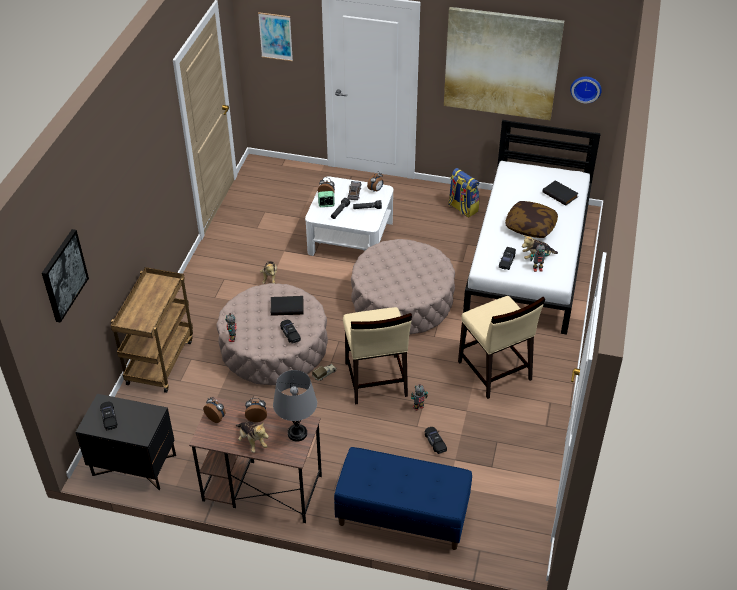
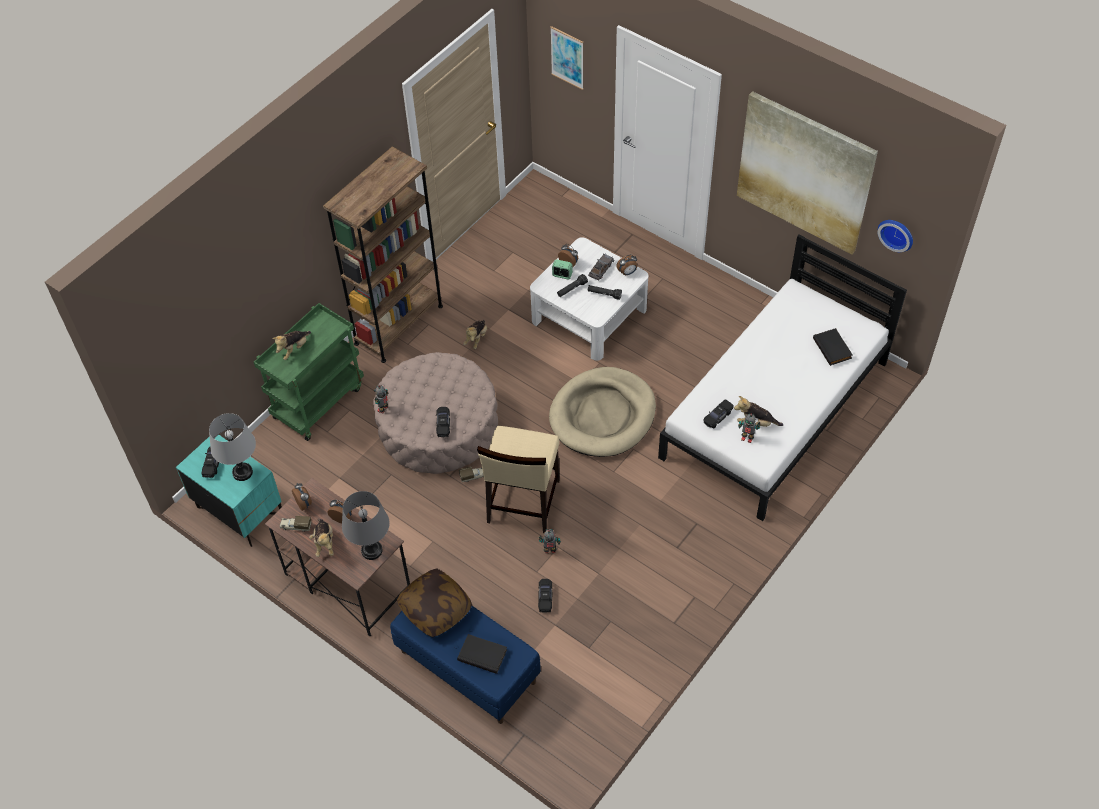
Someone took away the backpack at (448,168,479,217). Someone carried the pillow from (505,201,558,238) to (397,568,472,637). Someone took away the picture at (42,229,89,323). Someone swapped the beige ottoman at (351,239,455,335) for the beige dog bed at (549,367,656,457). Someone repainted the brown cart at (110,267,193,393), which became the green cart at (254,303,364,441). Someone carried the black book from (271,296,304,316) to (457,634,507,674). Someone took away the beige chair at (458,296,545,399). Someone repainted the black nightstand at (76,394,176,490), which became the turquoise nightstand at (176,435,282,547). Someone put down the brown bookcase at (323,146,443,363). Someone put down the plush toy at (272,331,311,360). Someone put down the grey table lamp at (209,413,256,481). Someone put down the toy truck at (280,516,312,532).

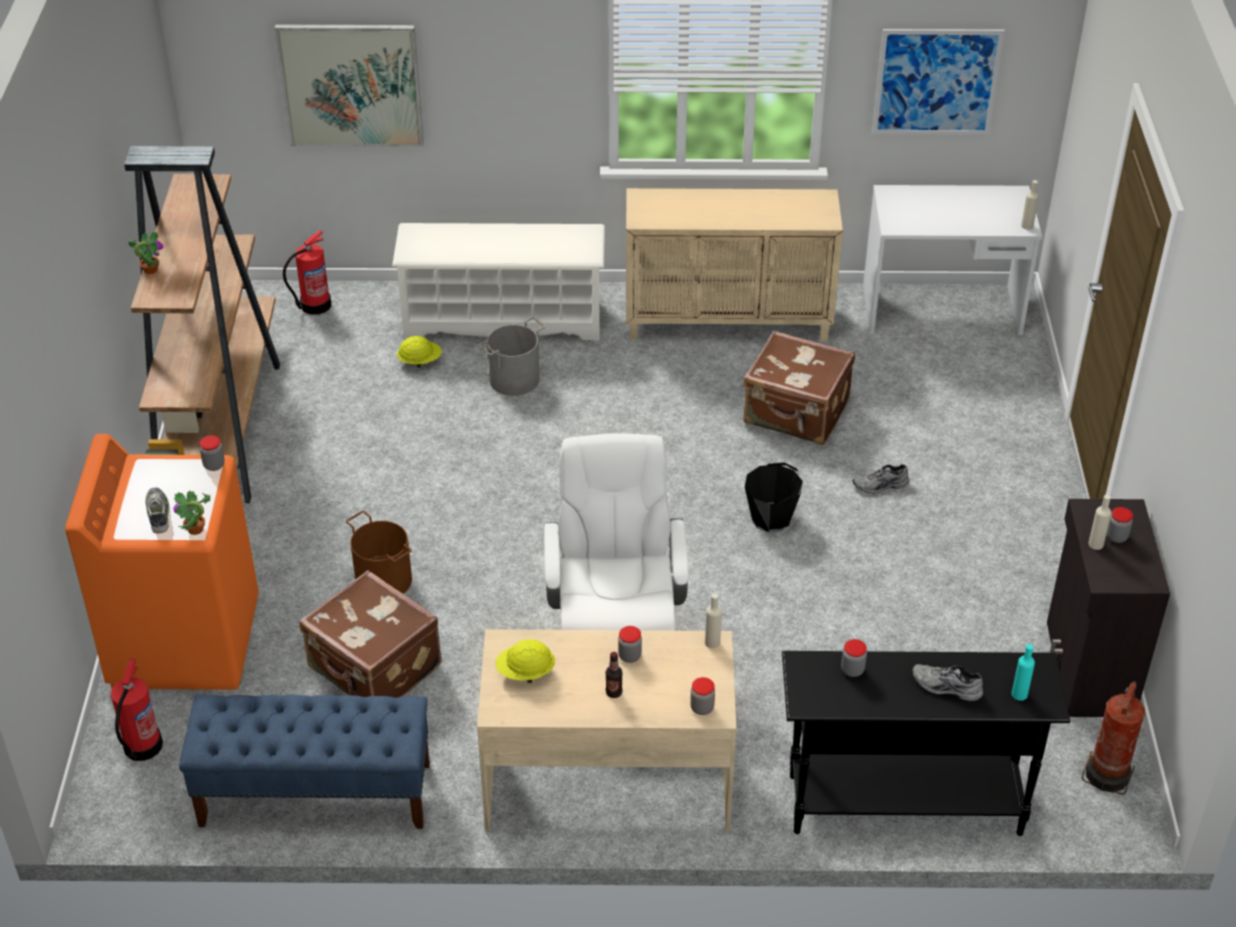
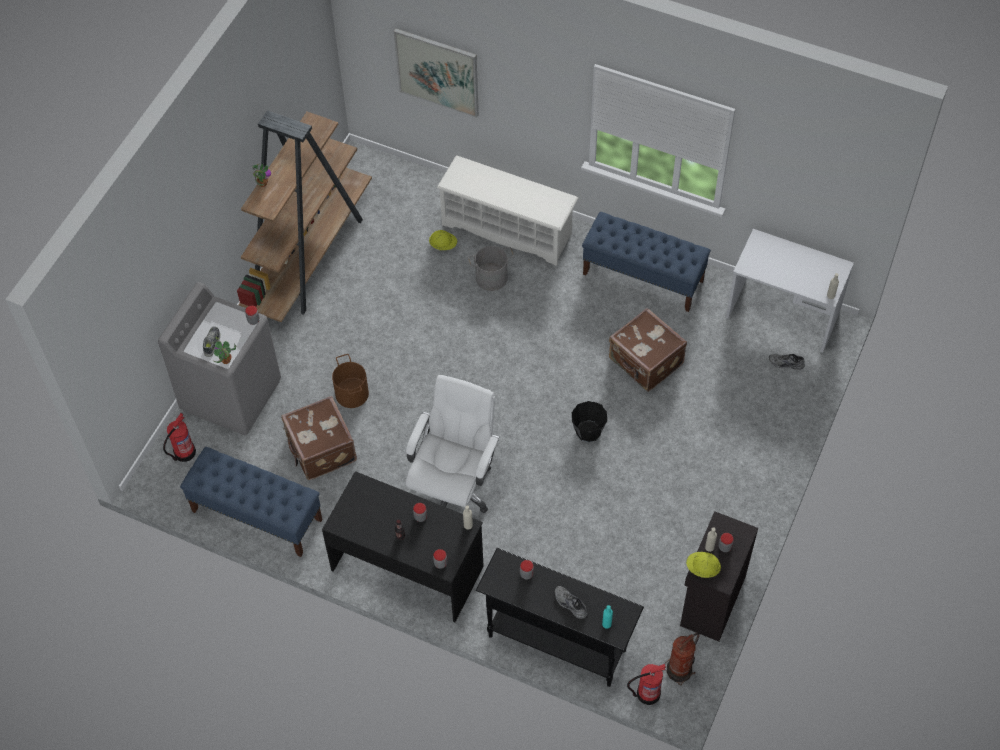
Someone took away the picture at (872,29,1005,134). Someone swapped the beige cabinet at (626,188,843,341) for the blue bench at (582,212,711,312). Someone carried the fire extinguisher from (283,230,331,315) to (627,663,666,705). Someone repainted the orange washing machine at (65,434,259,690), which became the grey washing machine at (158,282,281,435). Someone carried the grey shoe from (852,464,909,494) to (769,354,805,370). Someone repainted the beige desk at (477,629,736,833), which became the black desk at (322,471,484,622). Someone carried the yellow hard hat from (495,639,555,683) to (686,552,721,578).

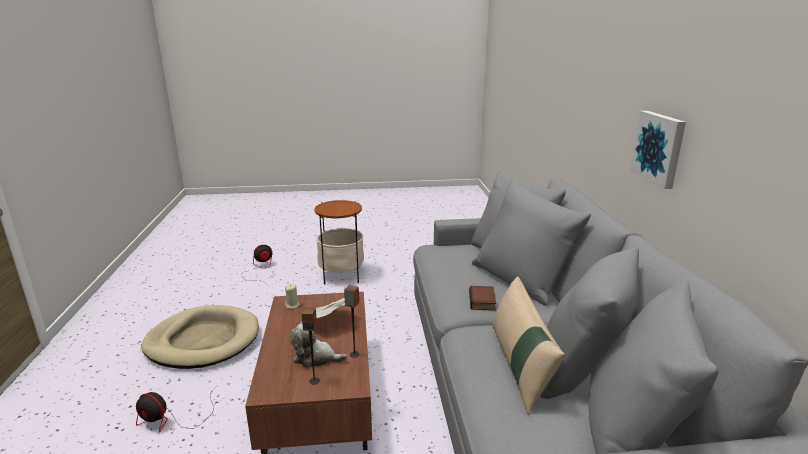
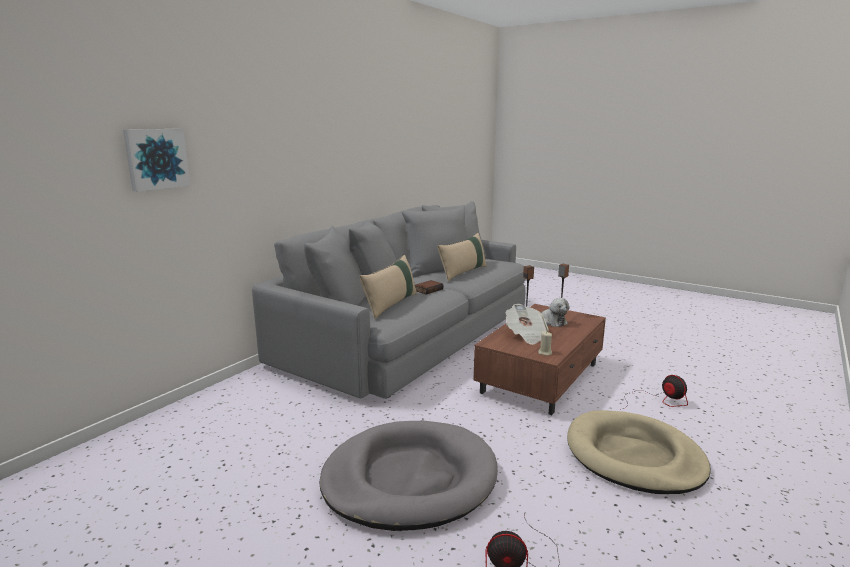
Someone carried the picture from (630,111,686,189) to (123,129,190,192). Someone swapped the side table at (314,200,364,284) for the grey dog bed at (319,421,498,531). Someone put down the beige pillow at (360,255,417,319).

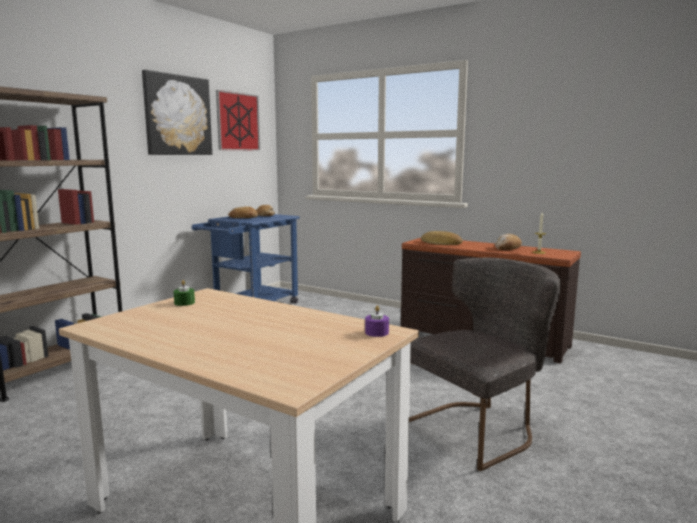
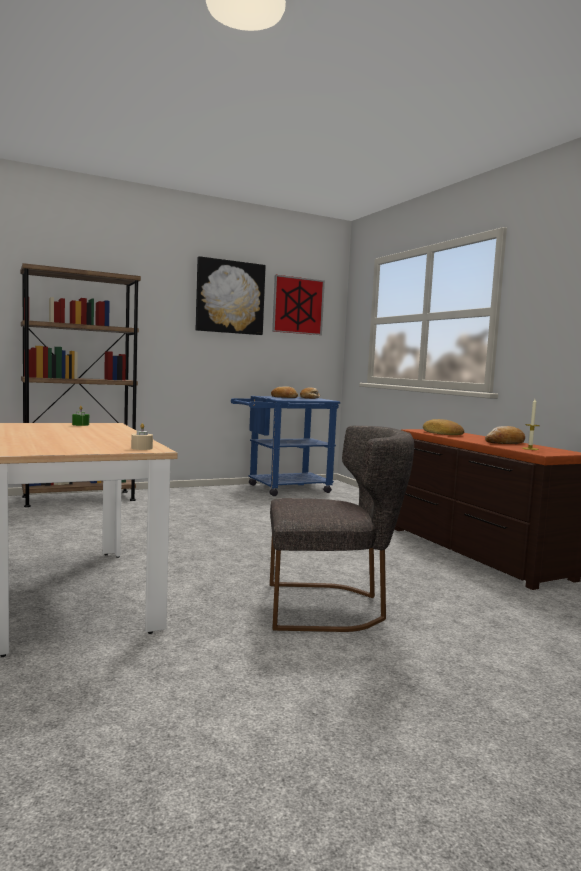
Someone repainted the purple candle at (365,305,389,337), which became the beige candle at (131,423,153,450).

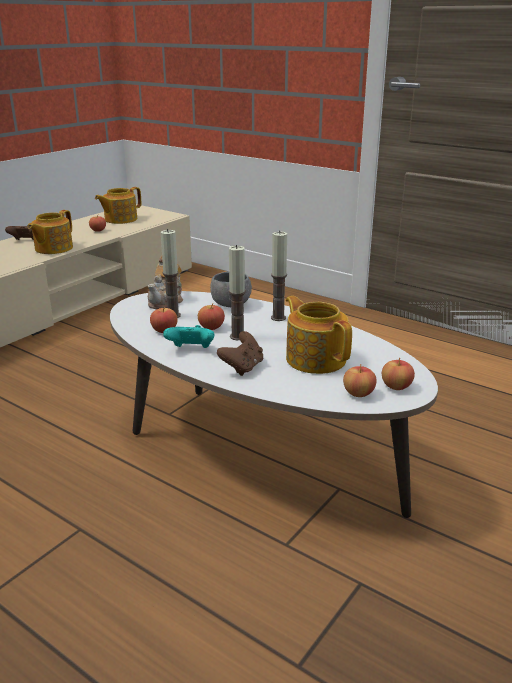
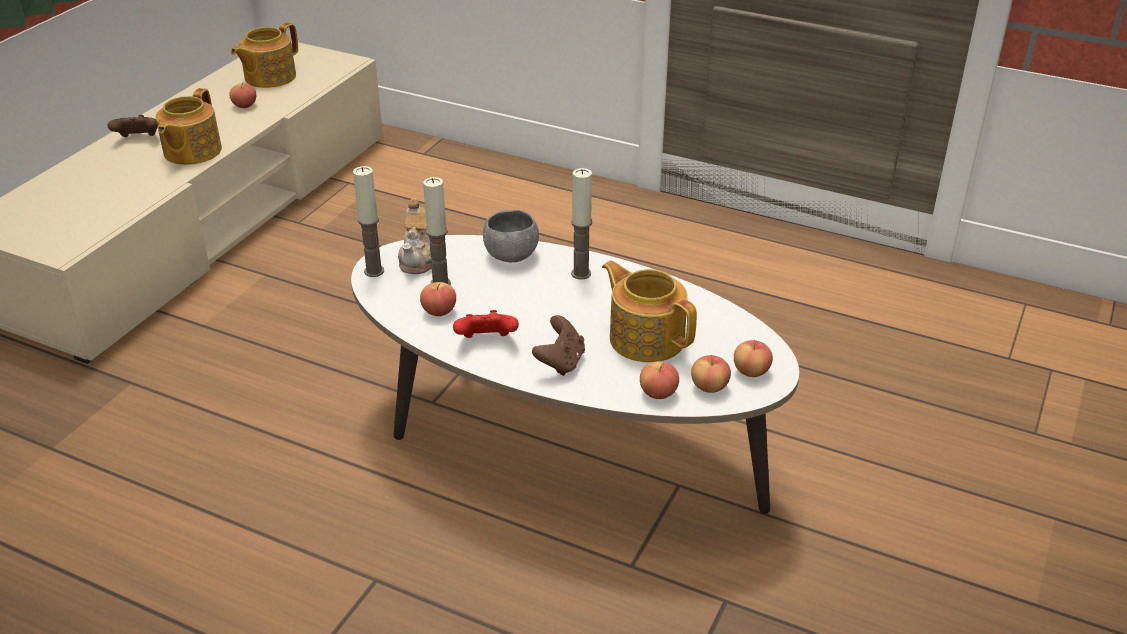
Someone carried the candle from (229,245,246,340) to (353,166,384,277). Someone carried the apple from (198,303,225,330) to (640,361,679,399). Someone repainted the turquoise game controller at (163,325,215,348), which became the red game controller at (453,310,519,338).

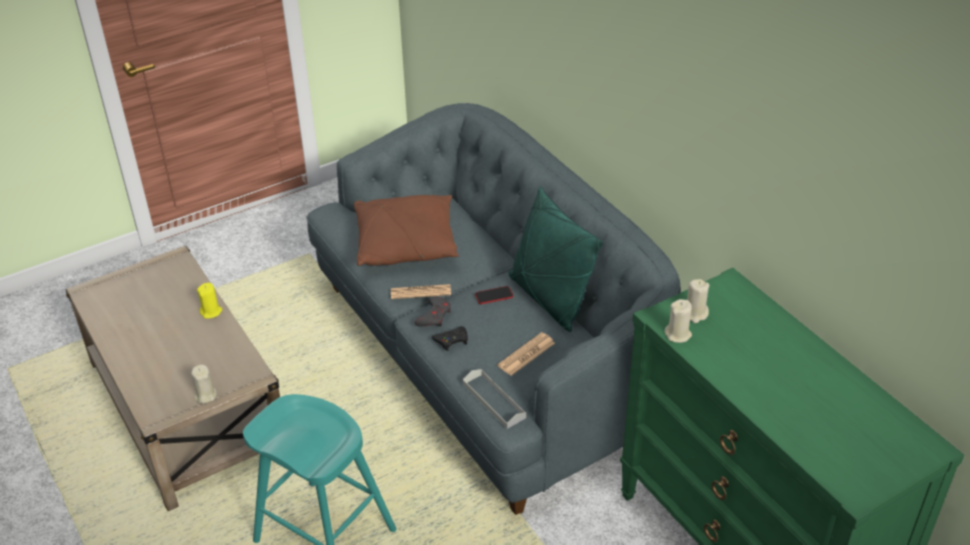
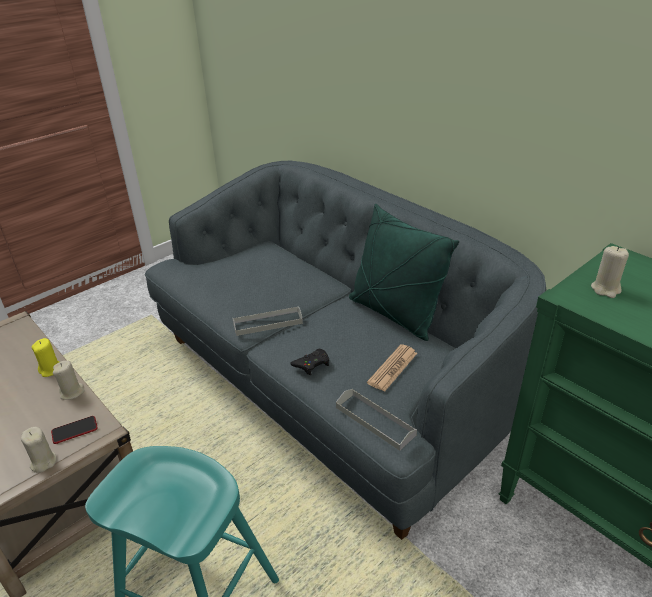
Someone took away the brown pillow at (354,195,459,266). Someone swapped the newspaper at (391,284,451,299) for the grey tray at (233,306,303,336). Someone carried the phone from (475,286,513,304) to (51,416,98,444). Someone took away the grey game controller at (415,296,451,327). Someone carried the beige candle from (665,299,692,343) to (53,361,84,400).

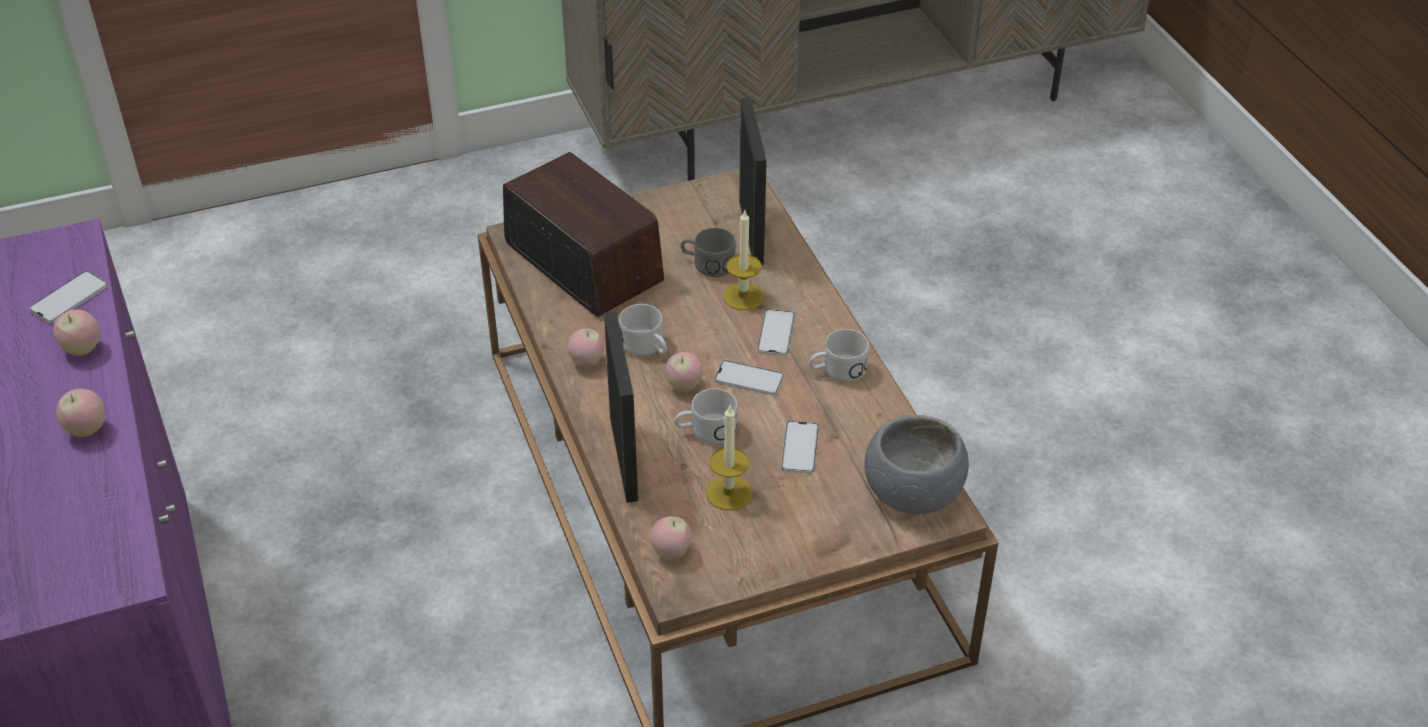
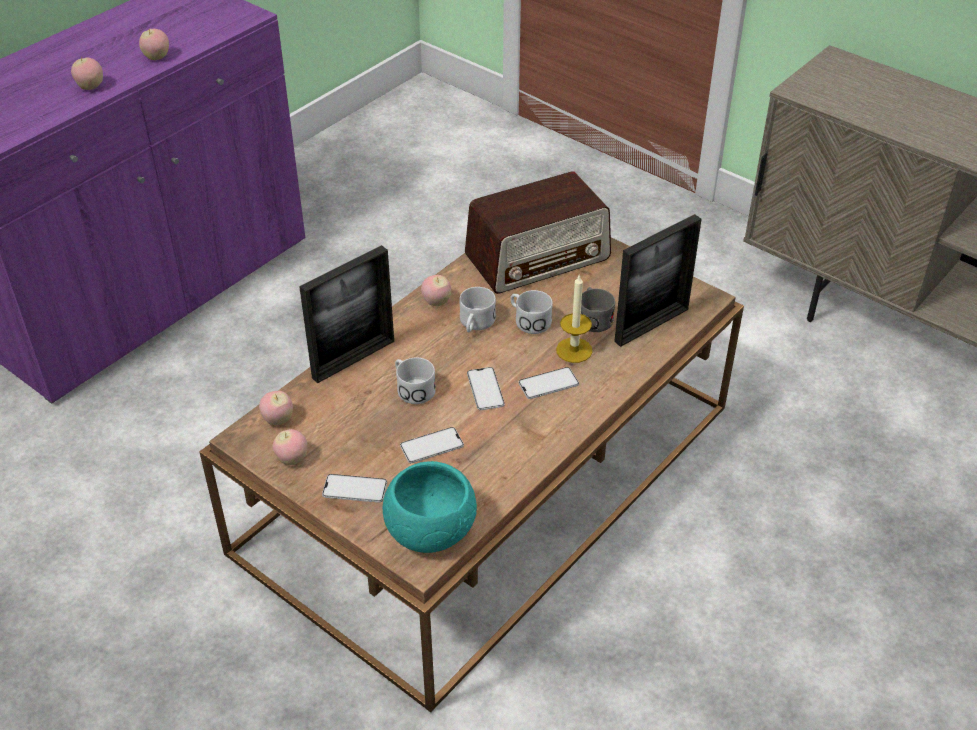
Someone rotated the radio at (503,152,664,317) by 45 degrees clockwise. Someone carried the phone from (29,271,108,323) to (322,474,387,503). Someone carried the white mug from (809,329,869,382) to (510,290,553,334). Someone carried the apple from (666,352,703,392) to (272,429,307,465). Someone took away the candle at (706,406,752,511). Someone repainted the grey bowl at (864,415,969,514), which became the turquoise bowl at (383,461,477,553).

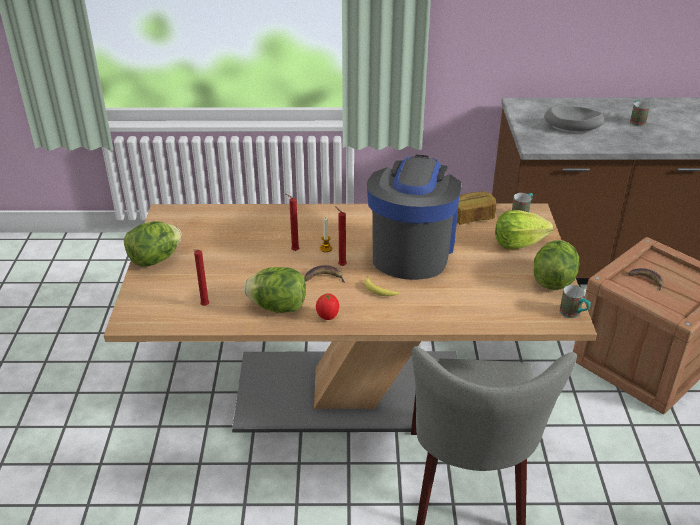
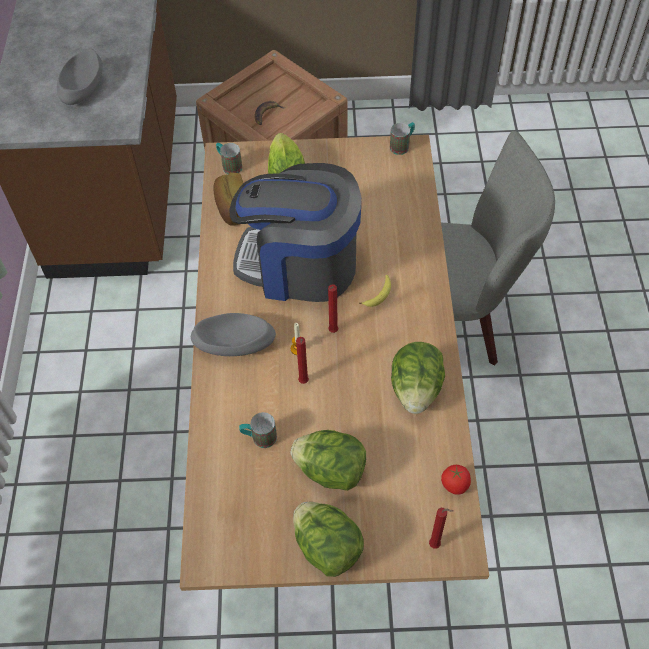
Someone carried the mug from (630,100,650,126) to (239,412,277,448). Someone carried the lettuce from (534,240,580,290) to (291,430,366,491). Someone carried the red candle from (194,249,210,306) to (429,508,454,549). Someone took away the banana at (304,265,345,283). Someone carried the tomato from (316,293,339,320) to (441,465,471,495). Someone put down the grey bowl at (191,313,276,356).

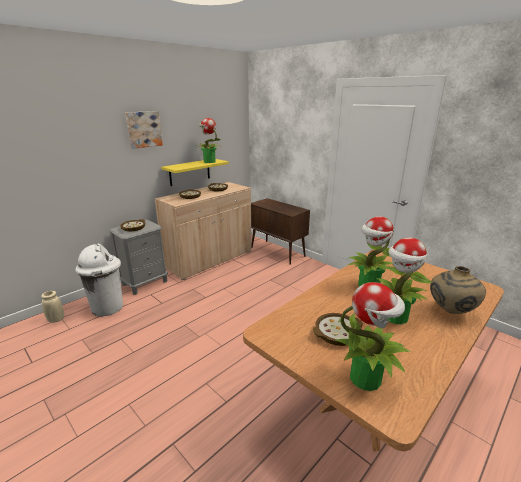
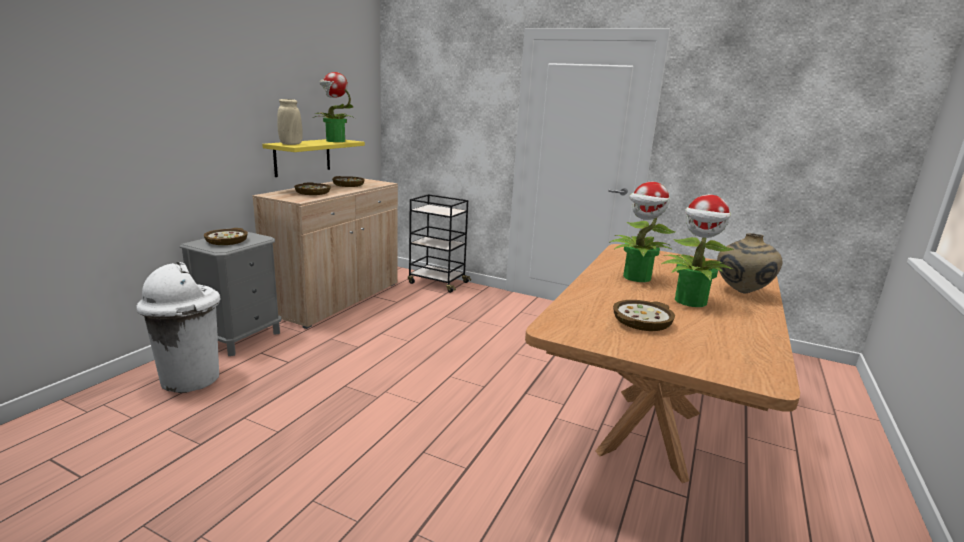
Someone took away the picture at (125,111,163,149). Someone swapped the brown cabinet at (251,198,310,265) for the black cart at (408,194,471,293). Someone took away the potted plant at (335,282,410,391). Someone carried the beige vase from (41,291,64,323) to (277,99,303,145).

